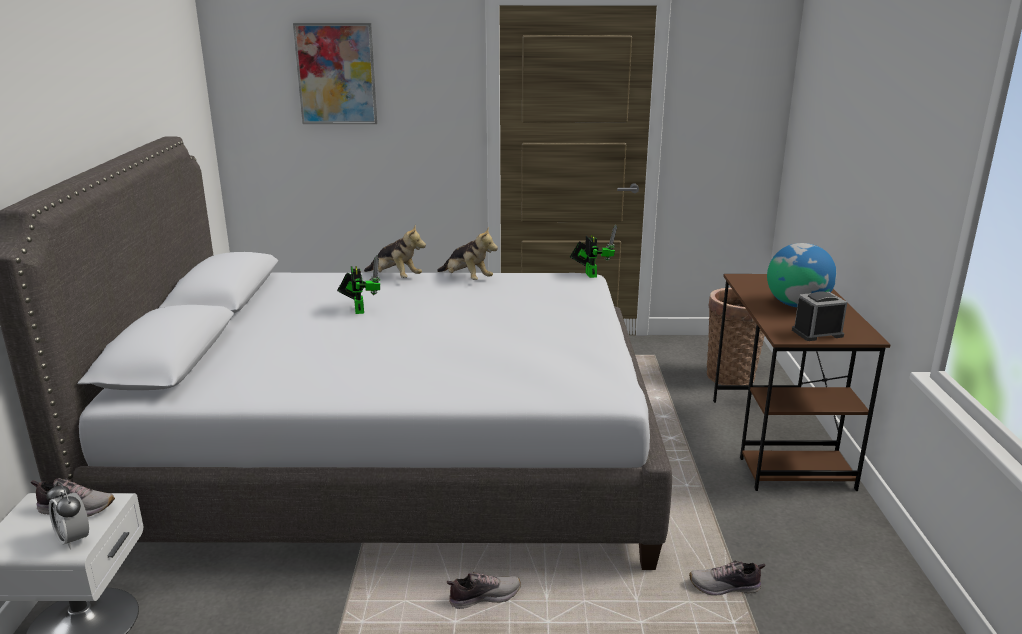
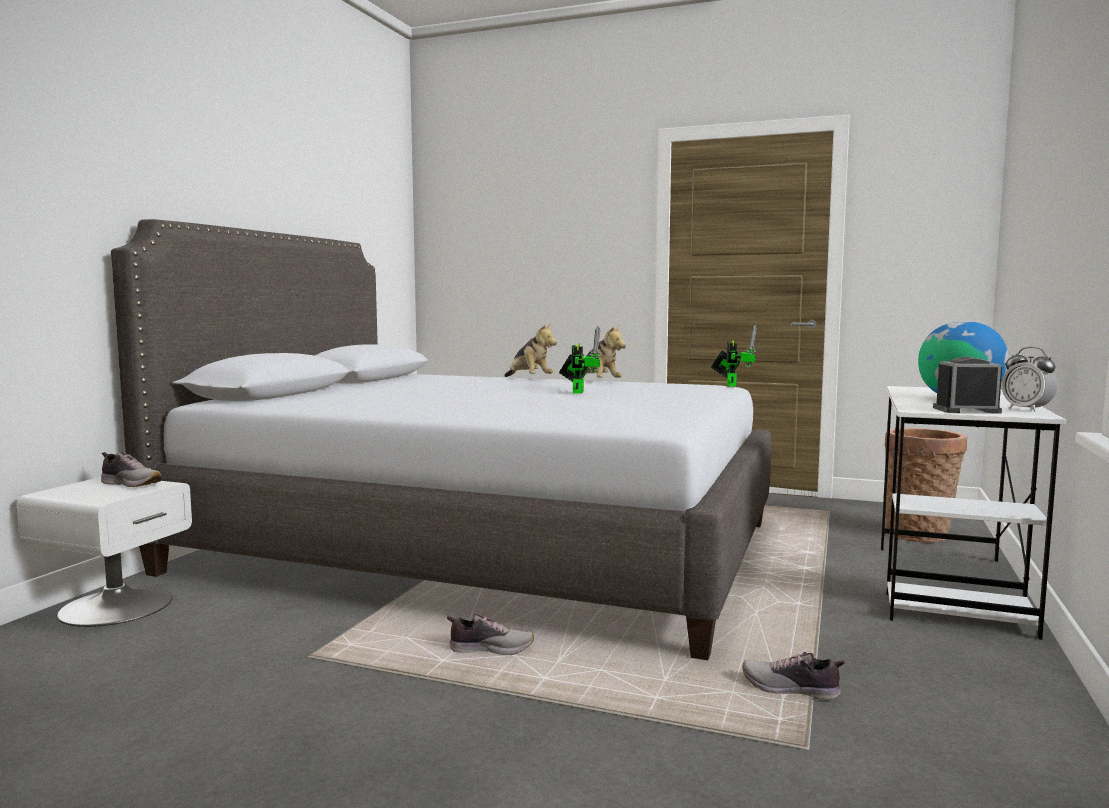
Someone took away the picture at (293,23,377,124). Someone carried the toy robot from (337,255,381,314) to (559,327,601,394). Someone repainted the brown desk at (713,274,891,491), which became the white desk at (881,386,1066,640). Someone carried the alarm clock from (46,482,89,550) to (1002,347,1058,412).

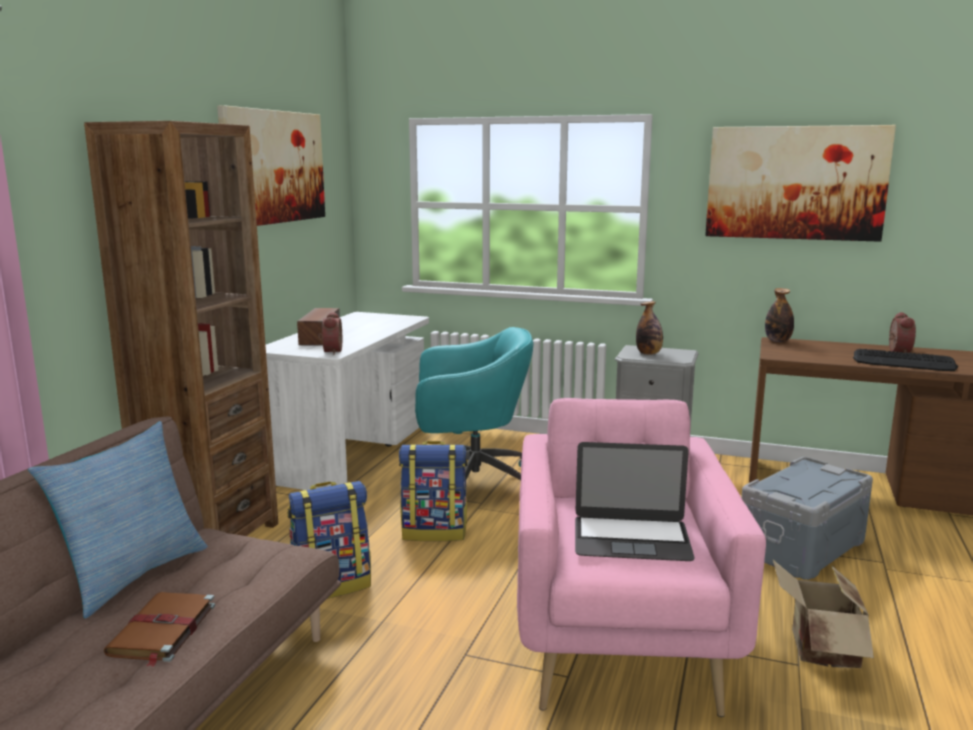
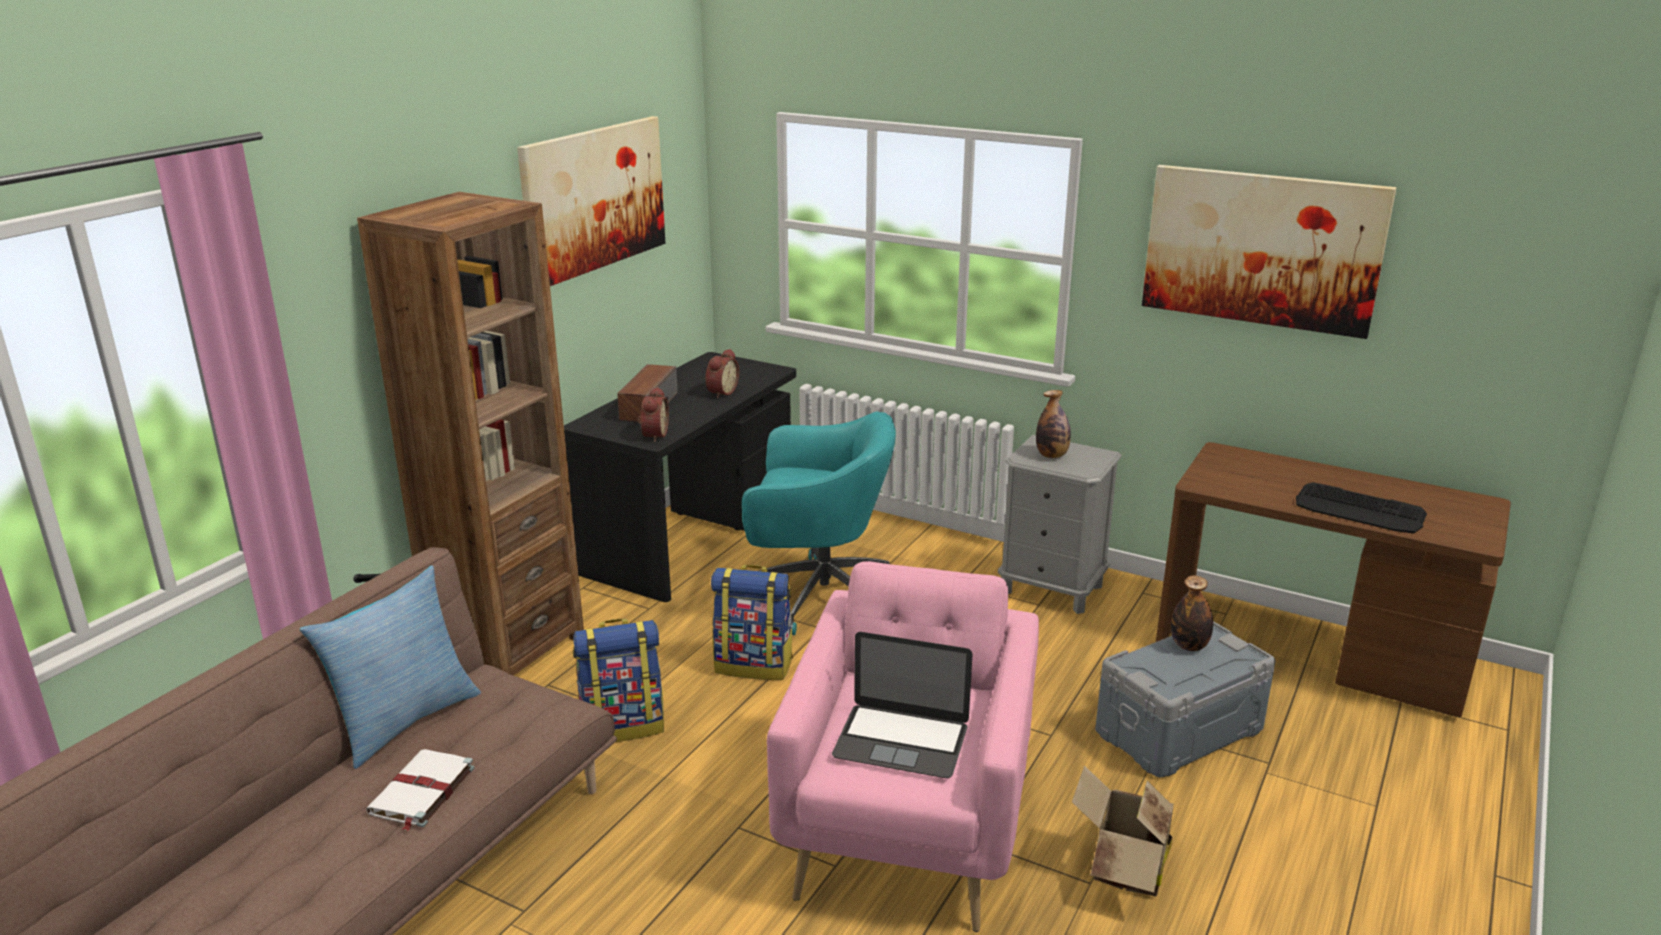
Someone carried the bottle from (765,288,794,342) to (1171,575,1213,651). Someone repainted the white desk at (266,312,429,490), which became the black desk at (564,352,796,602). Someone carried the alarm clock from (889,312,916,353) to (705,349,739,398). Someone repainted the brown book at (104,592,215,667), which became the white book at (366,749,474,831).

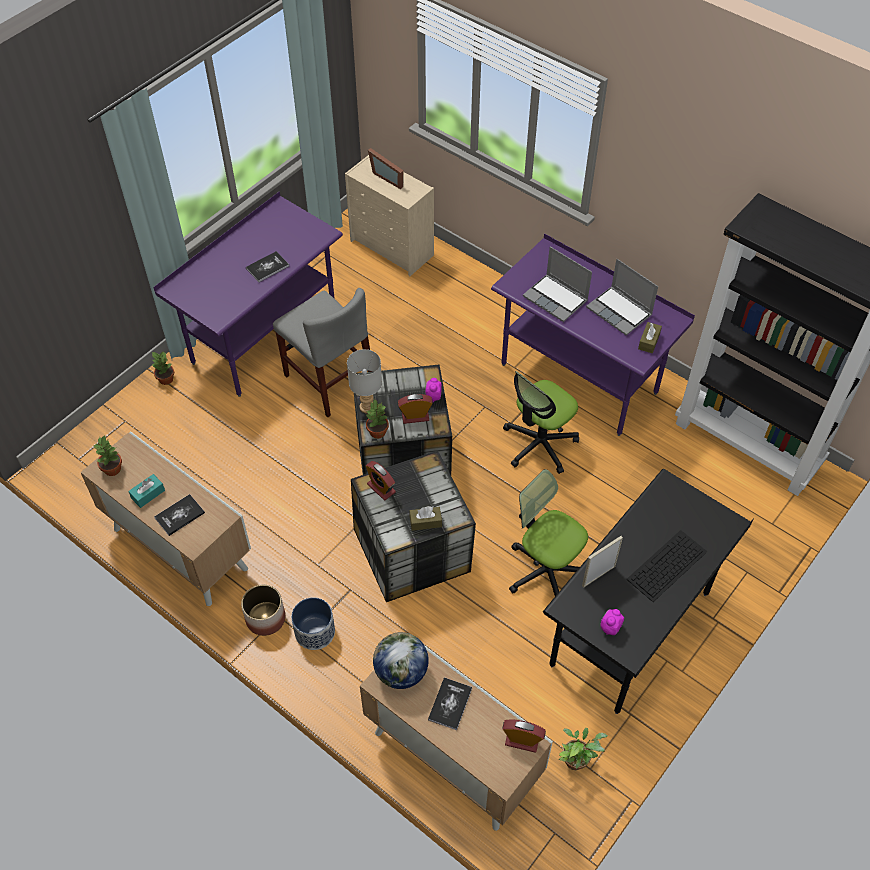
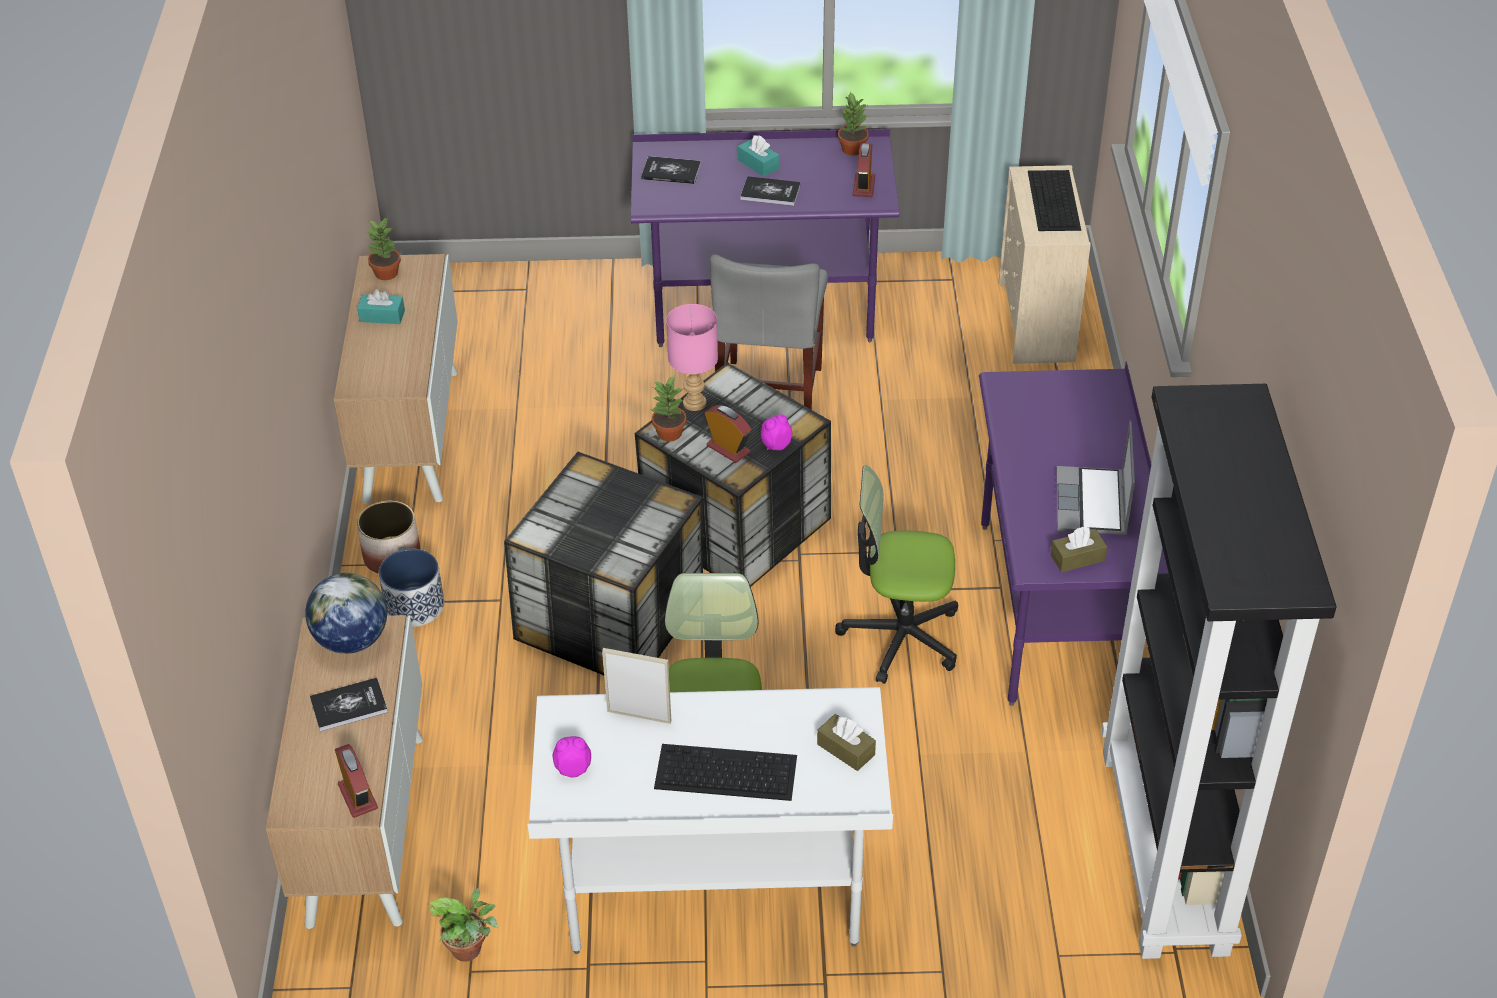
Someone swapped the picture frame at (368,148,404,189) for the keyboard at (1028,170,1081,231). Someone took away the laptop at (523,247,592,322). Someone repainted the grey table lamp at (347,349,382,414), which became the pink table lamp at (666,304,718,411). Someone carried the potted plant from (152,352,174,385) to (838,91,869,156). Someone carried the alarm clock from (366,461,396,500) to (853,143,875,197). Someone repainted the black desk at (543,469,753,714), which became the white desk at (527,687,893,954). Someone carried the book from (154,494,205,536) to (641,156,701,184). Someone carried the brown tissue box from (409,506,442,531) to (817,714,876,771). Someone put down the turquoise tissue box at (738,135,779,177).

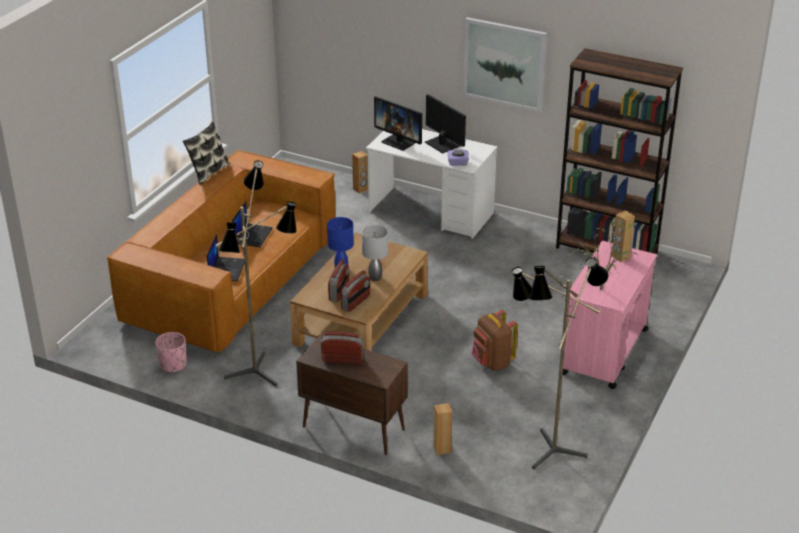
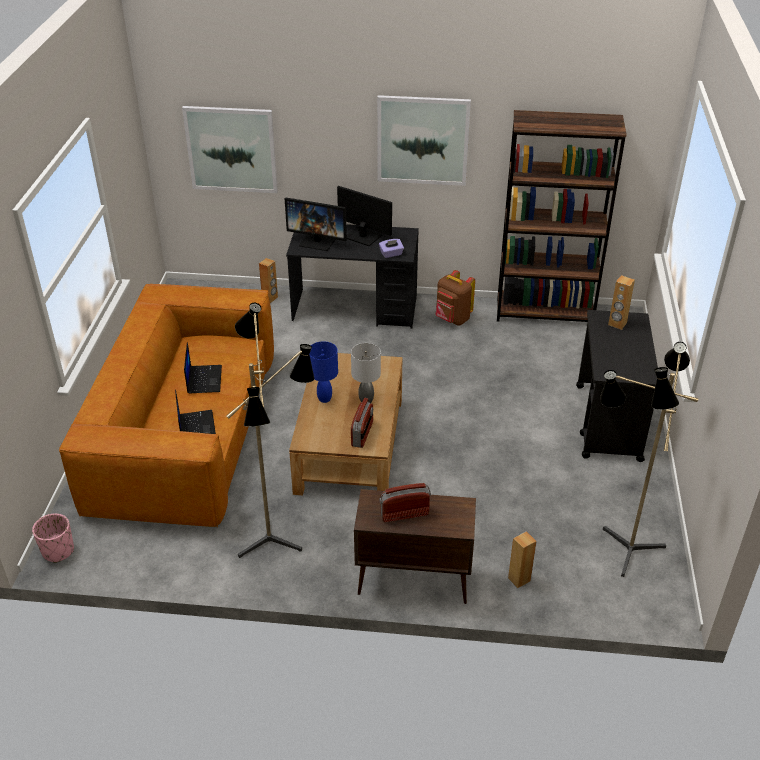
Someone took away the pillow at (183,122,230,185). Someone repainted the white desk at (366,129,498,239), which became the black desk at (286,224,419,329). Someone took away the potted plant at (567,220,636,290). Someone repainted the pink cart at (563,241,657,389), which became the black cart at (576,310,658,462). Someone took away the radio at (328,259,349,302). Someone carried the brown backpack from (472,310,518,371) to (435,270,475,325). Someone carried the pink planter from (155,332,187,373) to (32,514,74,563). Someone put up the picture at (182,106,278,193).

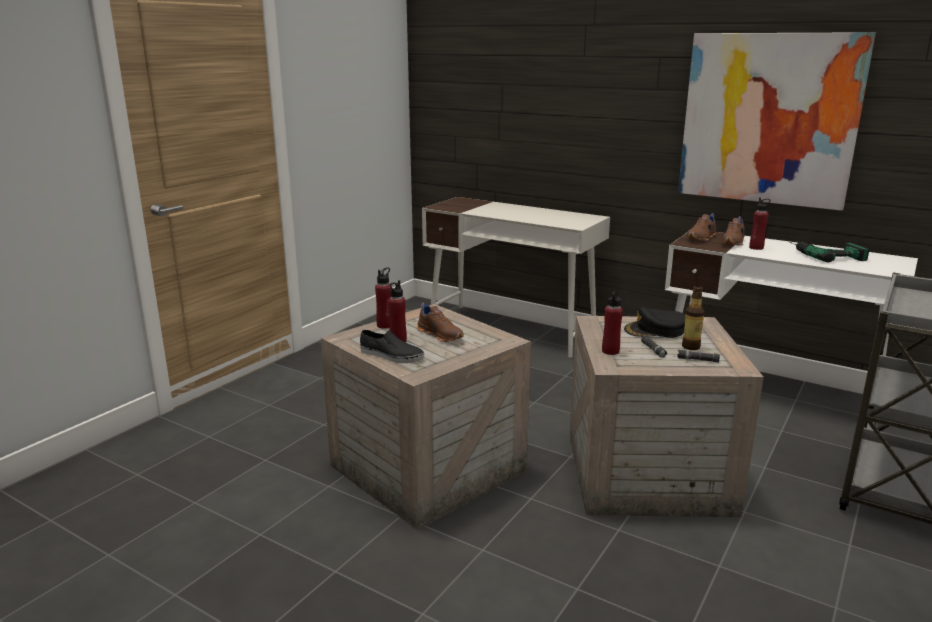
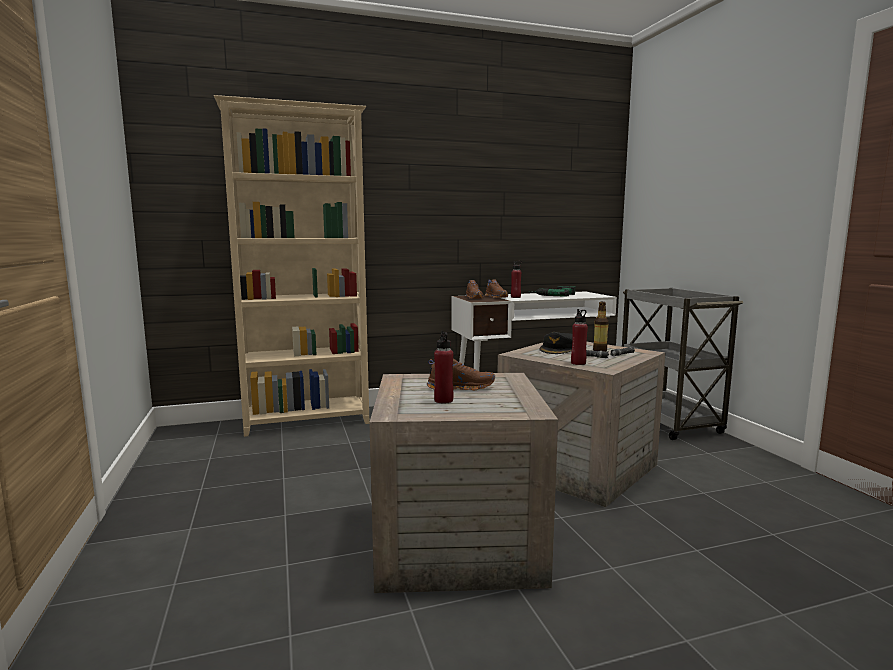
Someone took away the picture at (678,32,876,211). Someone swapped the white desk at (422,197,610,357) for the beige bookcase at (214,95,369,437). Someone took away the red bottle at (375,267,391,329). Someone took away the black shoe at (360,330,424,363).

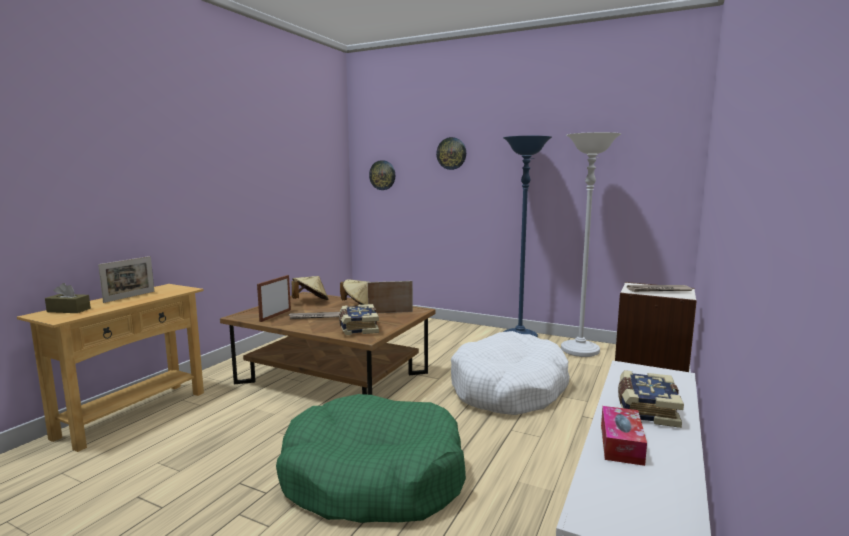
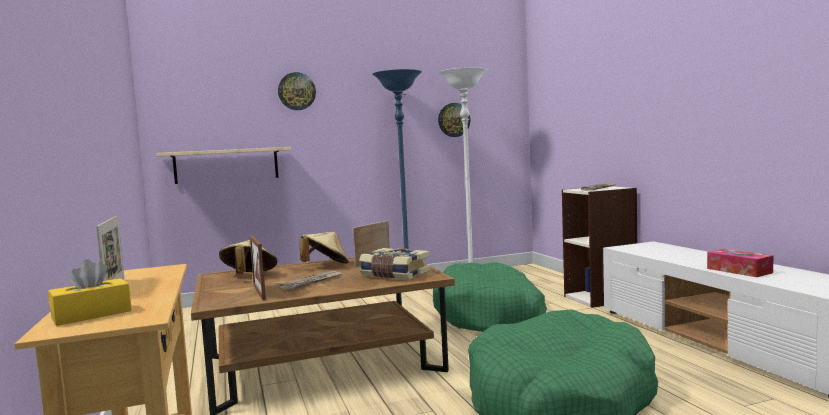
Someone carried the wall clock from (369,160,395,190) to (438,103,470,137). Someone repainted the brown tissue box at (45,283,91,313), which became the yellow tissue box at (48,259,132,326). Someone repainted the white dog bed at (451,331,570,415), which became the green dog bed at (433,262,547,332). Someone took away the book at (618,370,684,428). Someone put up the beige shelf at (156,147,291,184).

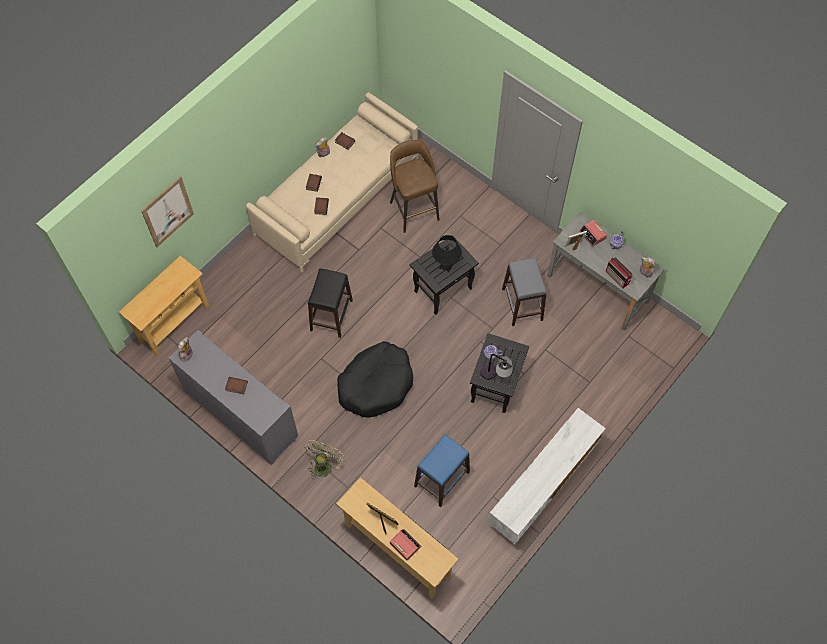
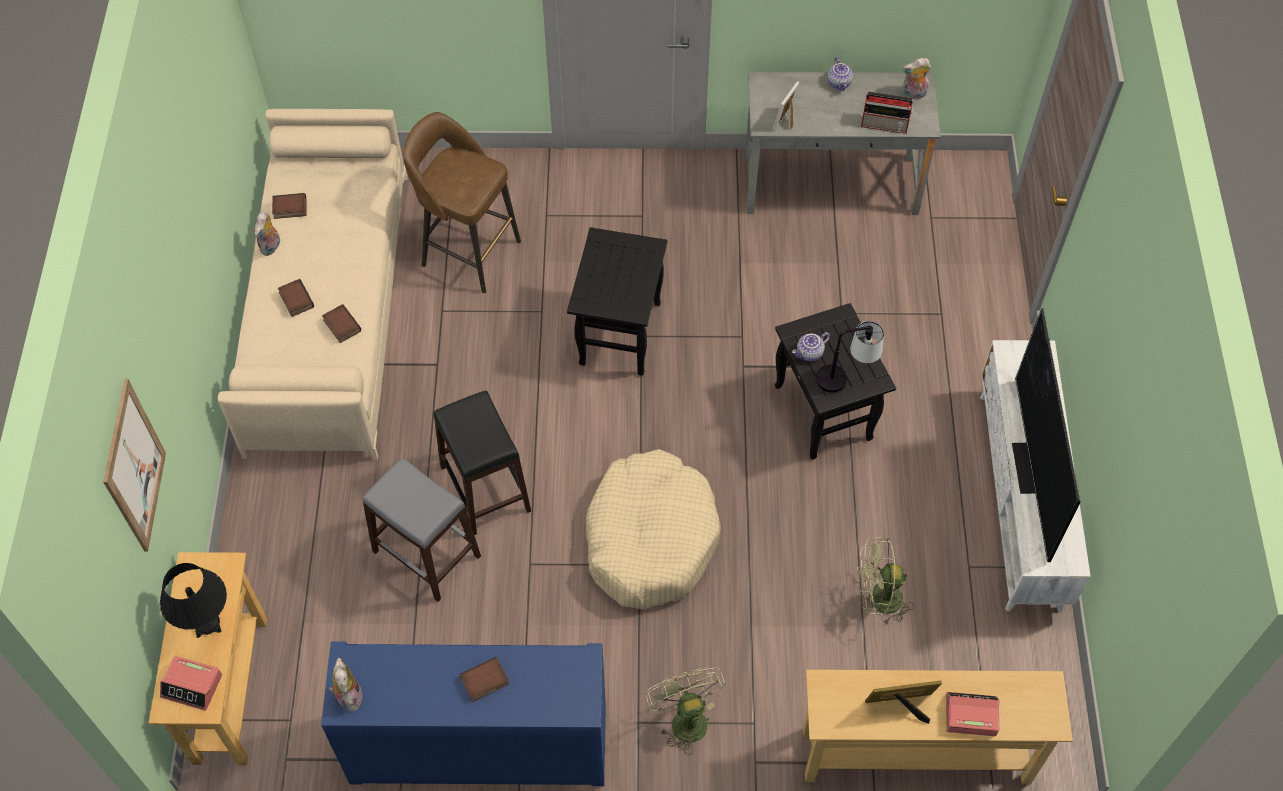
Someone carried the alarm clock from (579,220,607,247) to (160,656,222,711). Someone carried the black table lamp from (432,235,462,272) to (160,563,227,638). Someone carried the grey stool from (502,258,547,326) to (362,458,481,602). Someone repainted the grey cabinet at (169,330,298,465), which became the blue cabinet at (321,642,606,786). Someone repainted the black dog bed at (338,341,413,418), which became the beige dog bed at (586,449,721,609). Someone swapped the blue stool at (414,434,470,507) for the green fan at (857,537,914,625). Someone put down the television at (1012,308,1080,562).

